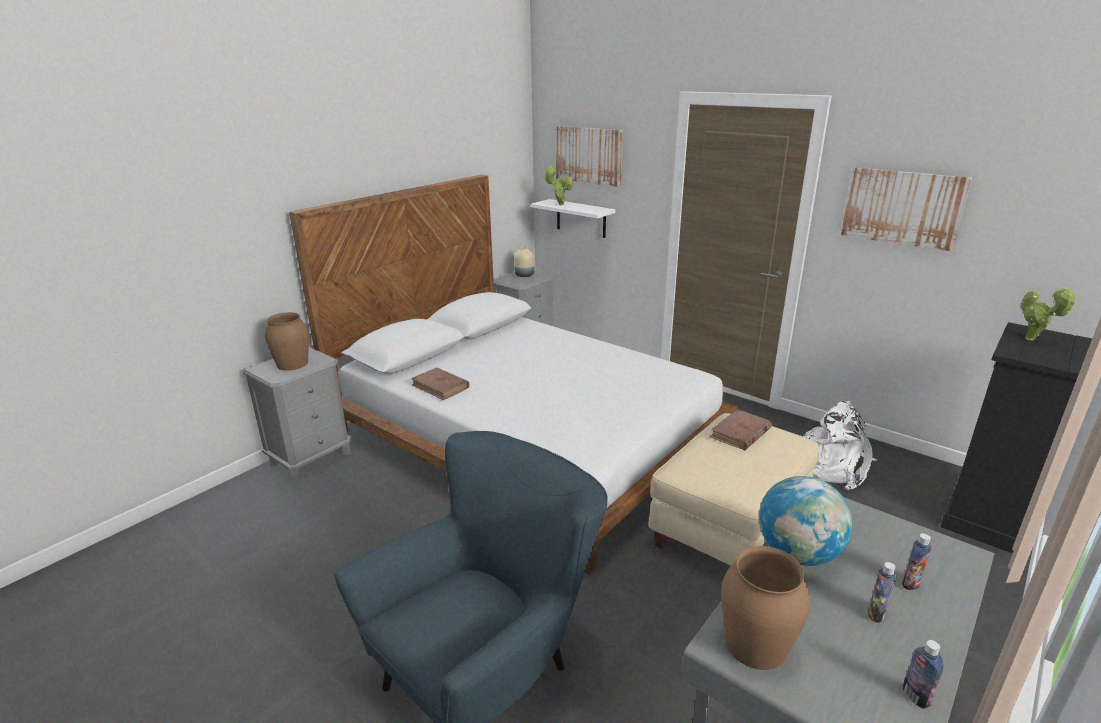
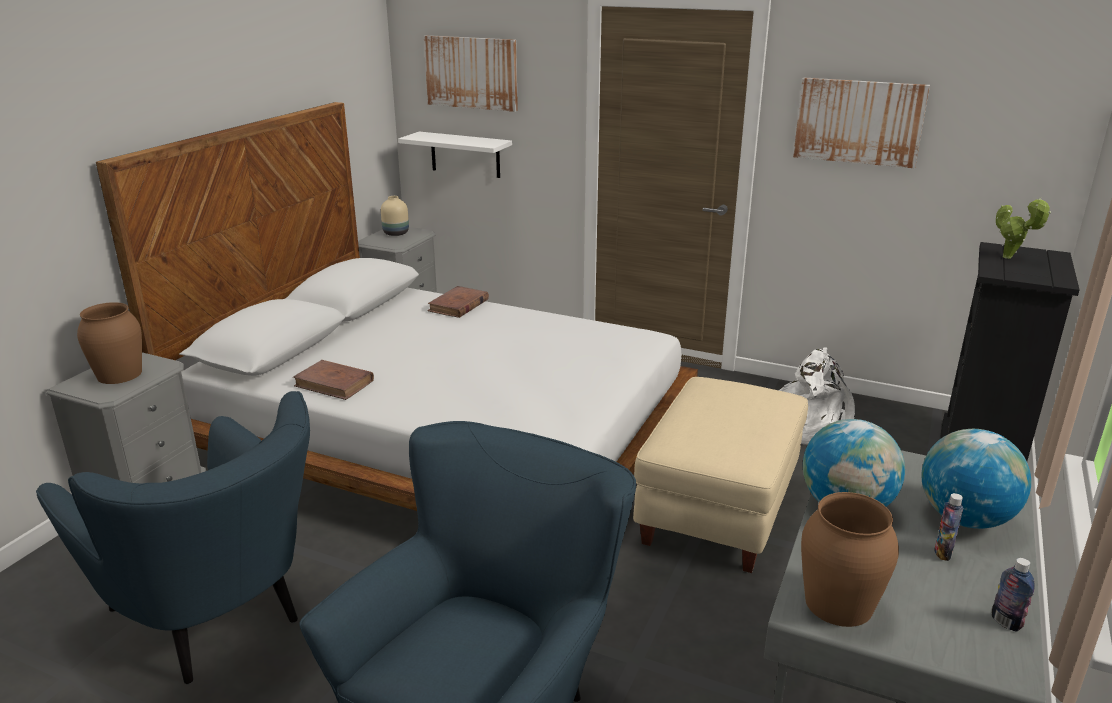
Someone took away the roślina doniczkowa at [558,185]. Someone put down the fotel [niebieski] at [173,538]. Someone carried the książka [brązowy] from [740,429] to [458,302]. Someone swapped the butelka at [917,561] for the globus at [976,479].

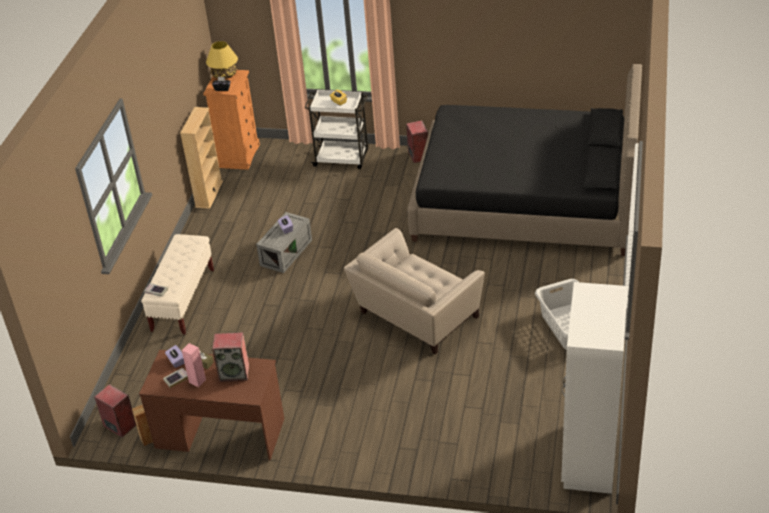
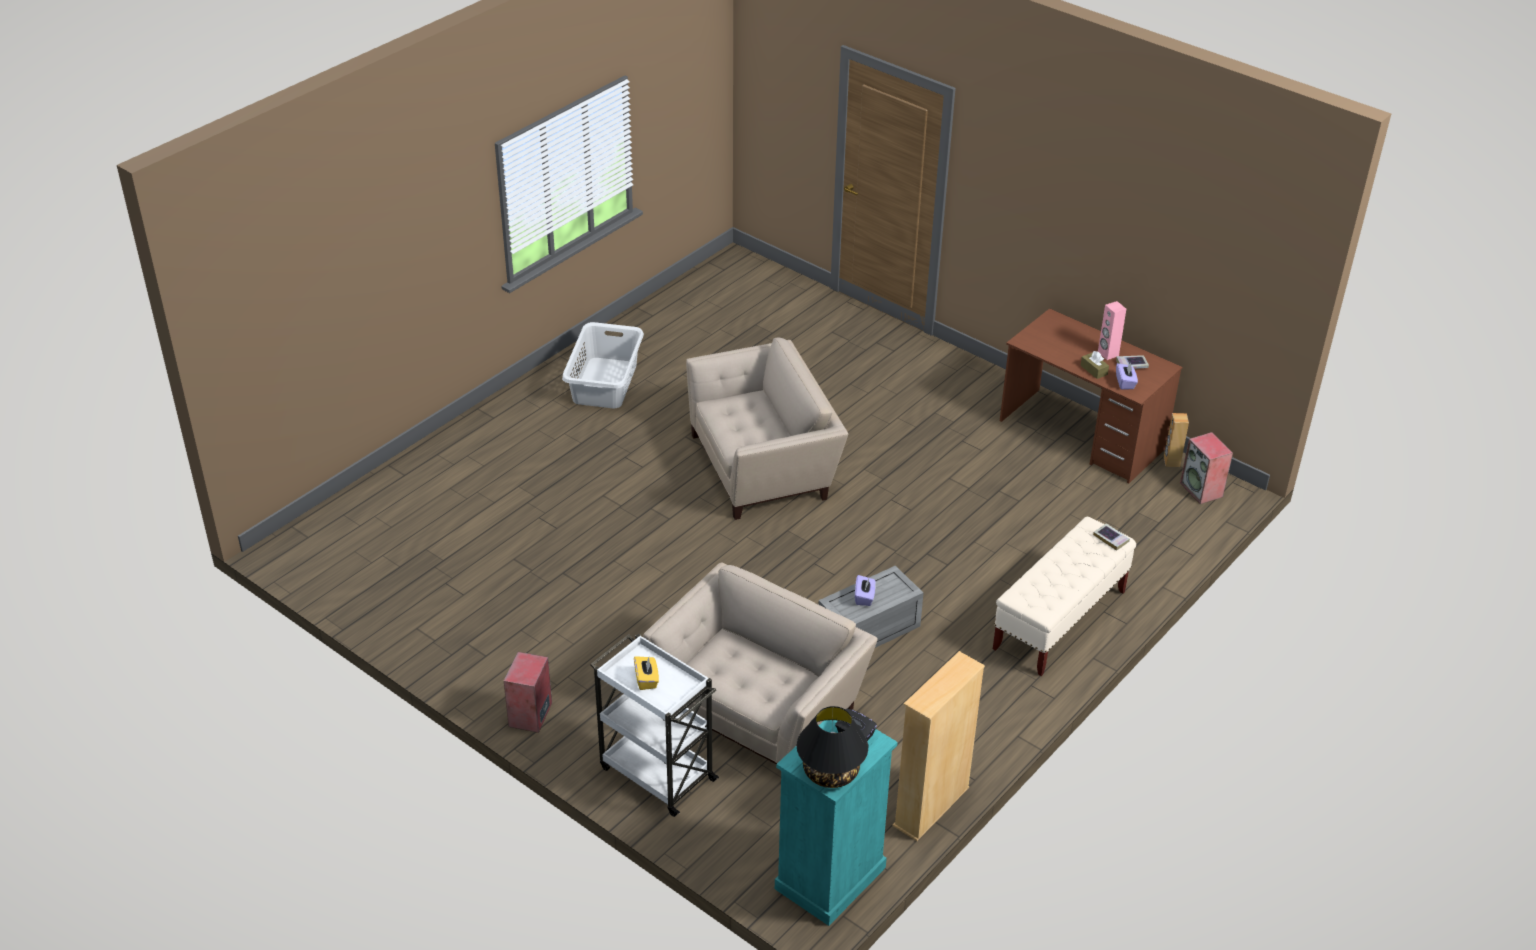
Someone took away the głośnik at [230,357]. Someone took away the łóżko [czarny] at [524,160]. Someone took away the szafa [biały] at [594,388]. Someone put down the fotel [beżowy] at [760,663]. Someone repainted the komoda [pomarańczowy] at [231,120], which became the komoda [turkusowy] at [836,823]. Someone repainted the lampa stołowa [żółty] at [222,60], which became the lampa stołowa [czarny] at [832,747].

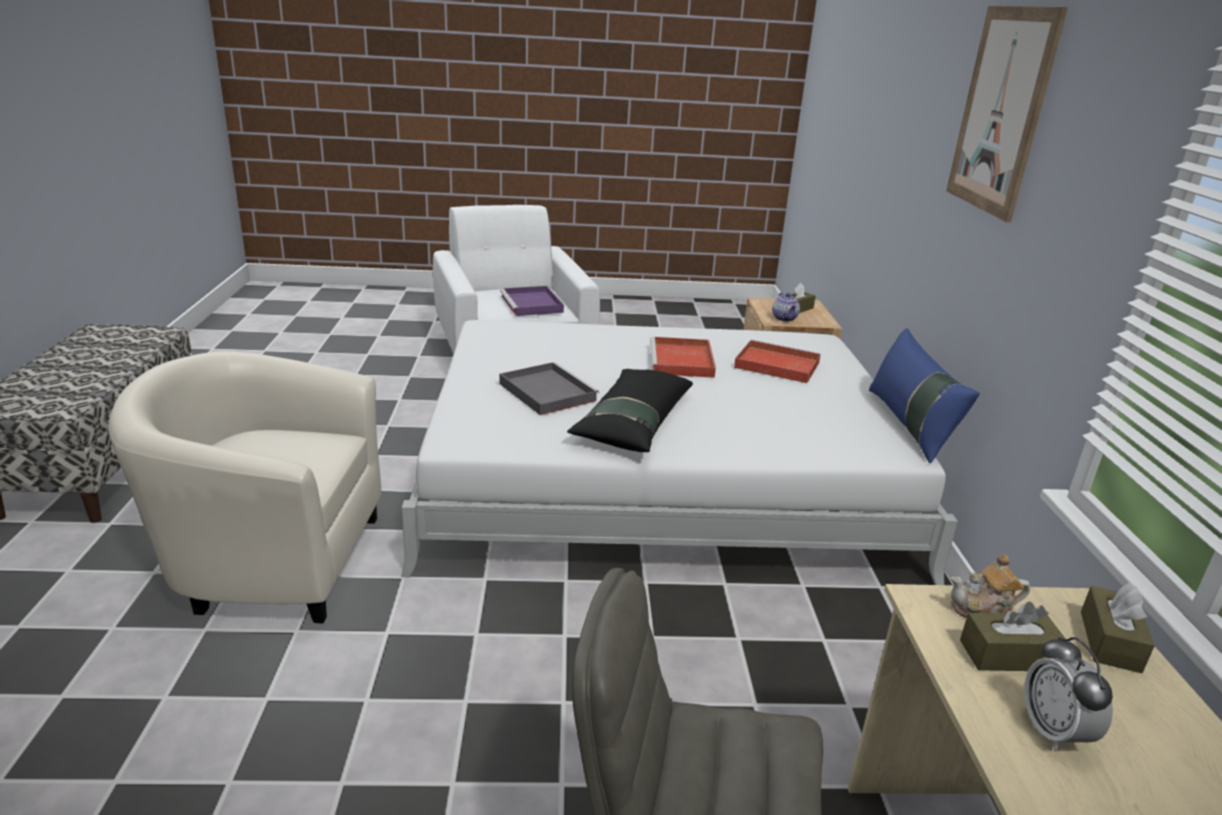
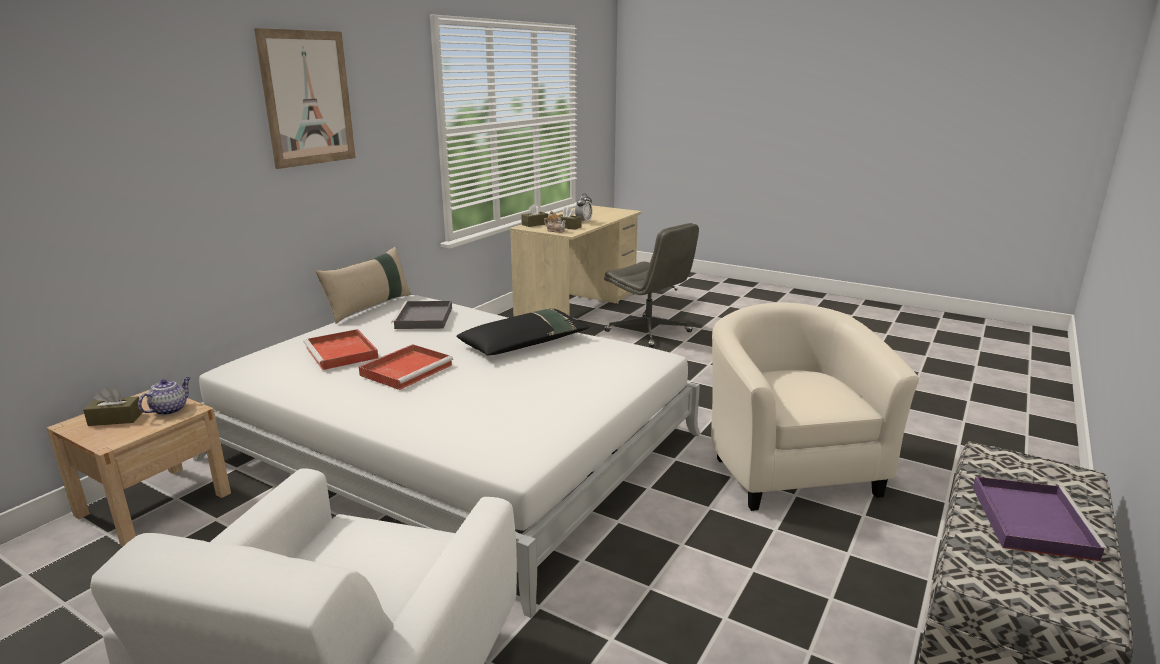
Someone carried the taca [szary] from [549,388] to [421,315]. Someone carried the taca [fioletowy] from [532,301] to [1041,518]. Someone repainted the poduszka [niebieski] at [924,395], which became the poduszka [beżowy] at [363,285]. Someone rotated the fotel [beżowy] at [244,487] by 135 degrees counterclockwise.

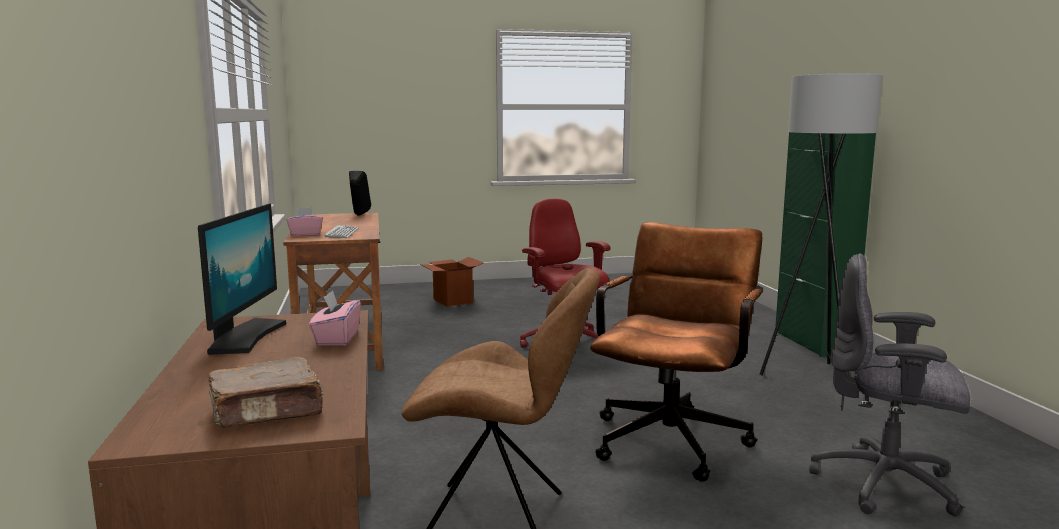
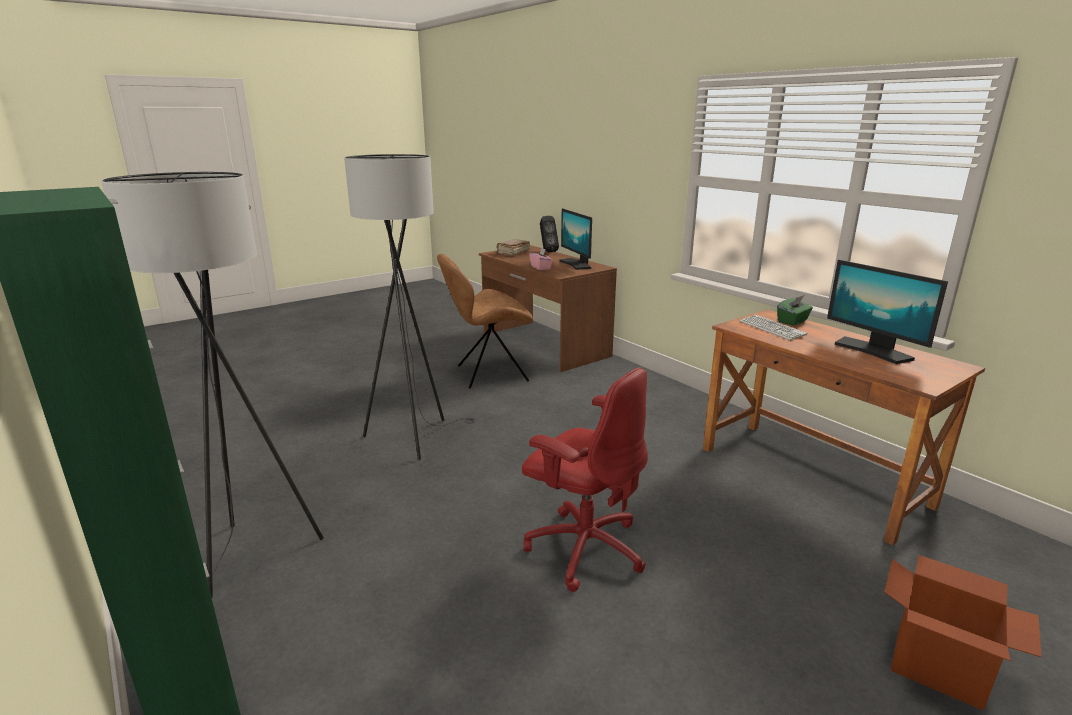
Someone took away the krzesło biurowe [szary] at [889,384]. Someone put down the monitor at [887,312]. Someone carried the głośnik [czarny] from [360,193] to [549,234]. Someone swapped the krzesło biurowe [brązowy] at [676,352] for the lampa stojąca [szary] at [410,307]. Someone repainted the pudełko chusteczek [różowy] at [305,221], which became the pudełko chusteczek [zielony] at [795,310].

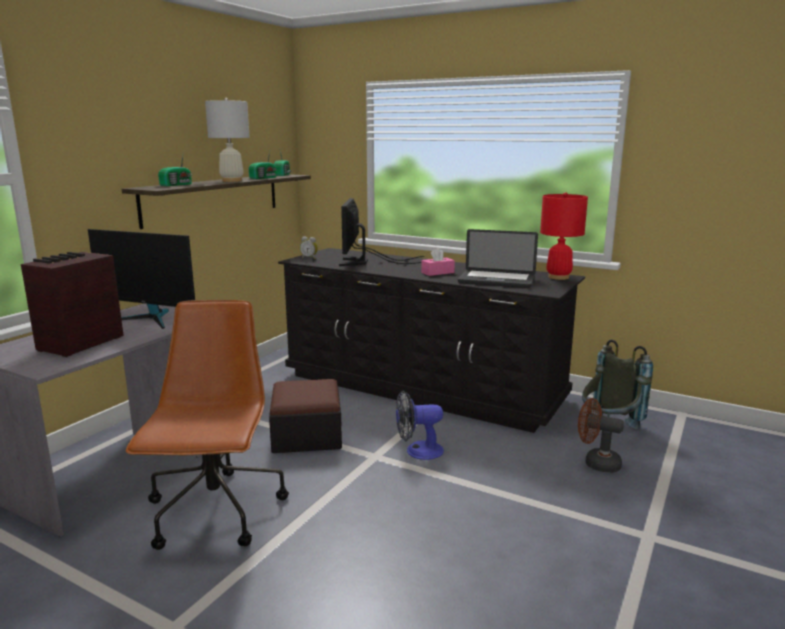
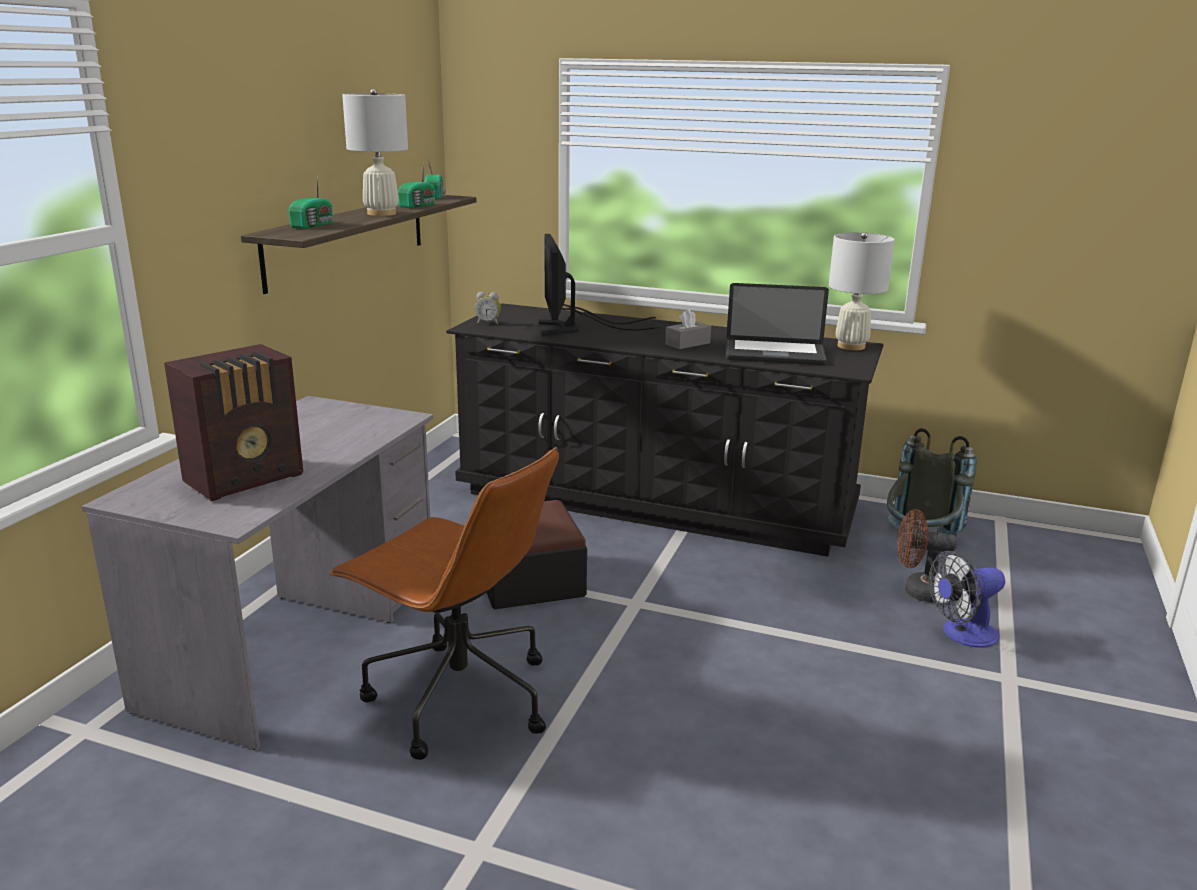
Someone took away the monitor at [141,279]. Someone carried the wentylator from [420,425] to [967,599]. Someone repainted the pudełko chusteczek [różowy] at [438,262], which became the pudełko chusteczek [szary] at [688,329]. Someone repainted the lampa stołowa [czerwony] at [564,236], which became the lampa stołowa [biały] at [862,291]. Someone rotated the radio at [72,304] by 150 degrees counterclockwise. Someone rotated the krzesło biurowe [brązowy] at [207,425] by 135 degrees clockwise.

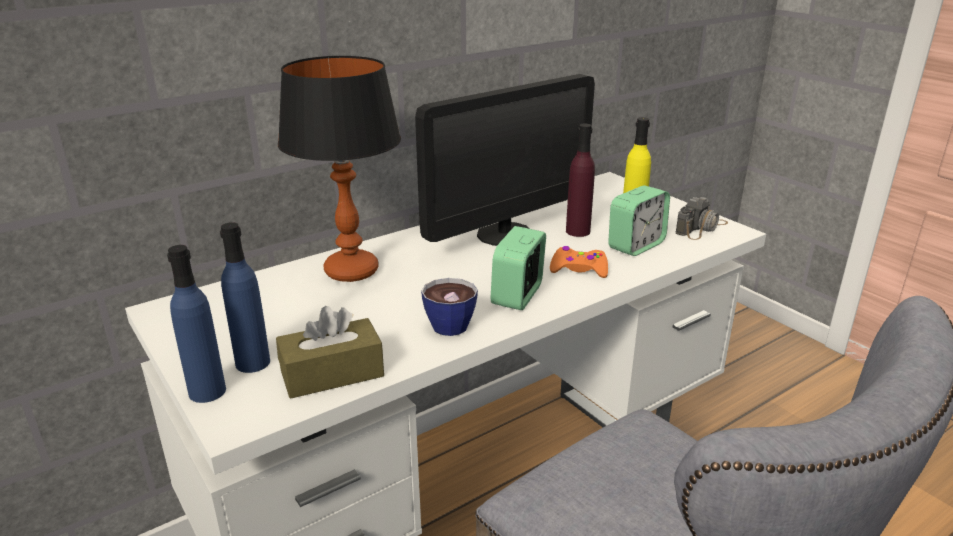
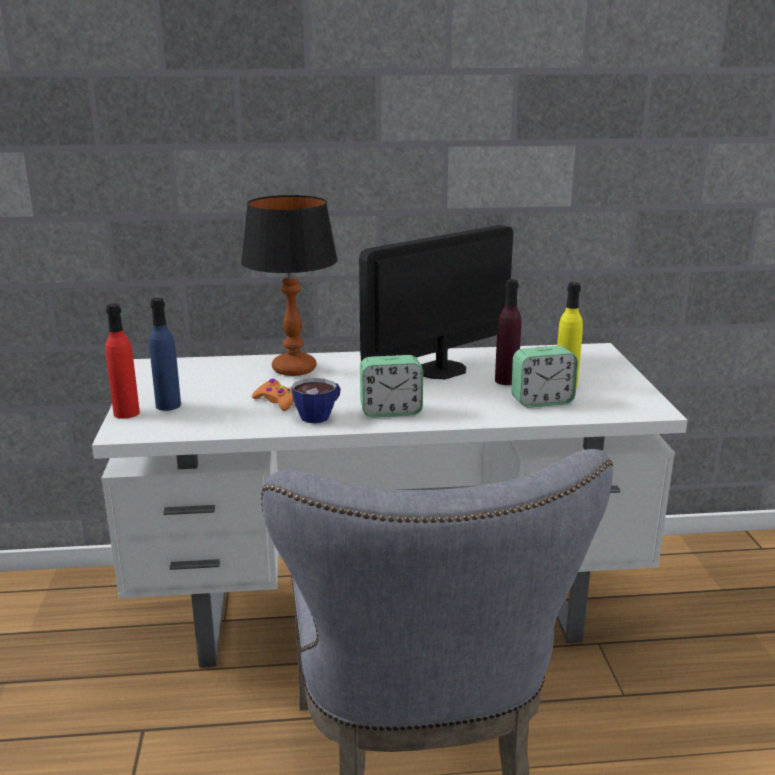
Someone took away the pudełko chusteczek [brązowy] at [330,352]. Someone took away the aparat fotograficzny at [702,218]. Someone carried the pad do gier [pomarańczowy] from [579,262] to [273,395]. Someone repainted the butelka [niebieski] at [196,324], which became the butelka [czerwony] at [122,361]. Someone rotated the monitor at [505,160] by 150 degrees clockwise. Someone rotated the budzik at [518,268] by 150 degrees counterclockwise.

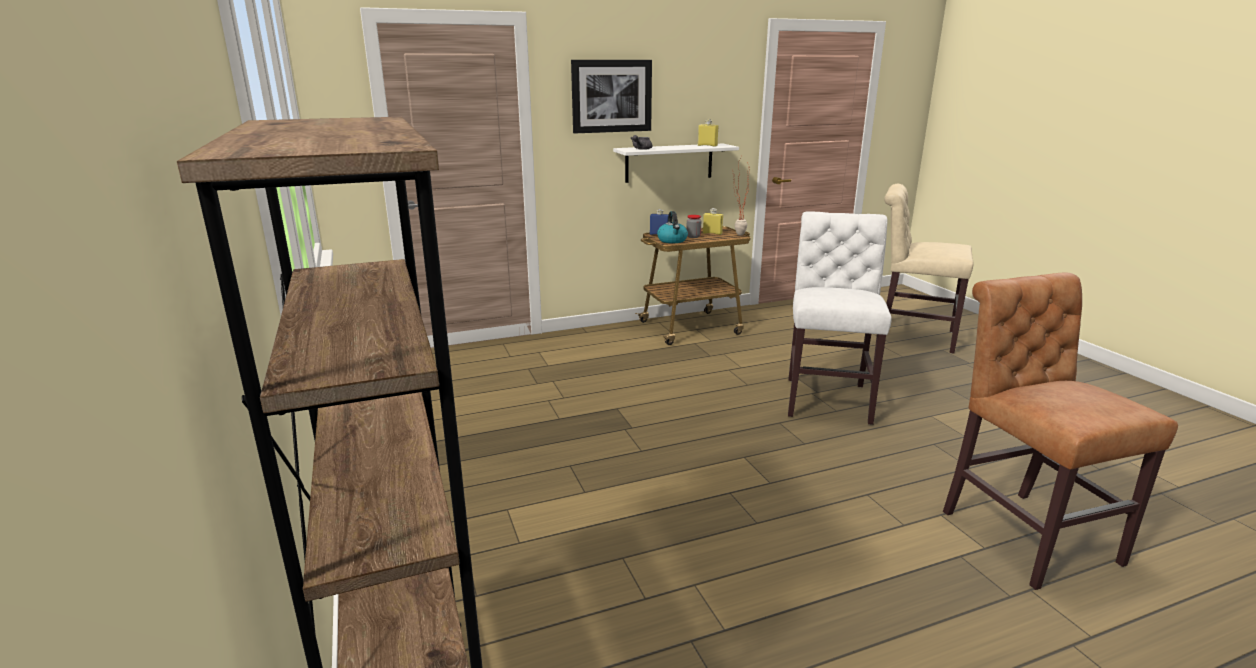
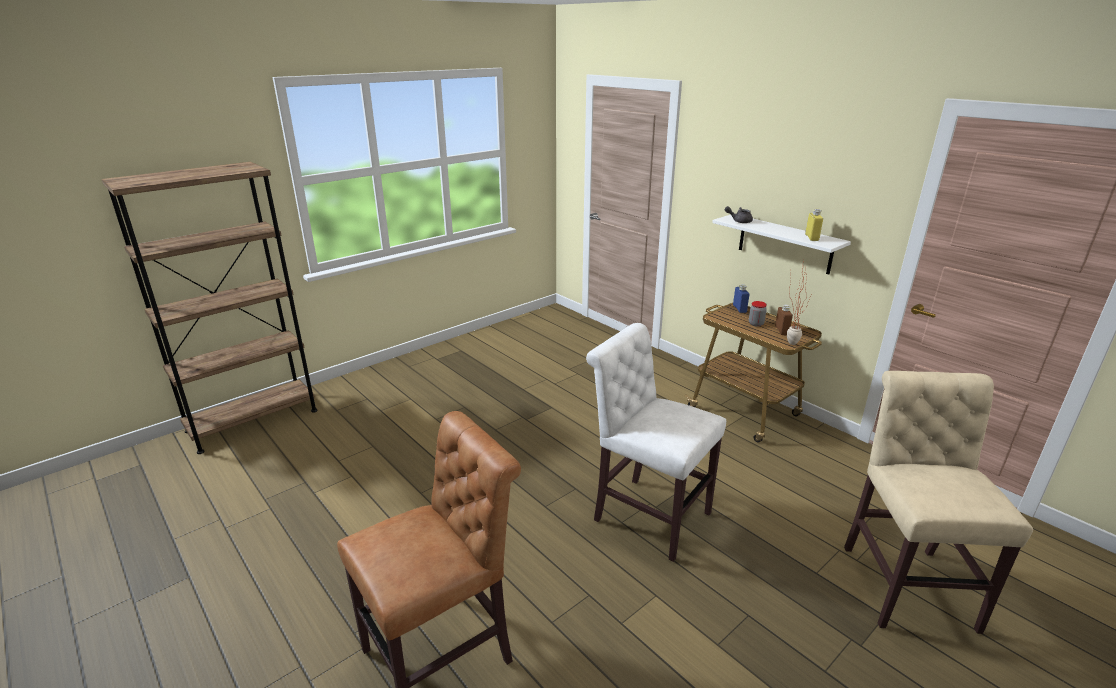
Someone took away the obraz at [611,96]. Someone took away the czajnik at [672,227]. Someone repainted the butelka [żółty] at [713,221], which became the butelka [brązowy] at [784,320]. Someone rotated the krzesło [biały] at [840,318] by 135 degrees counterclockwise.

